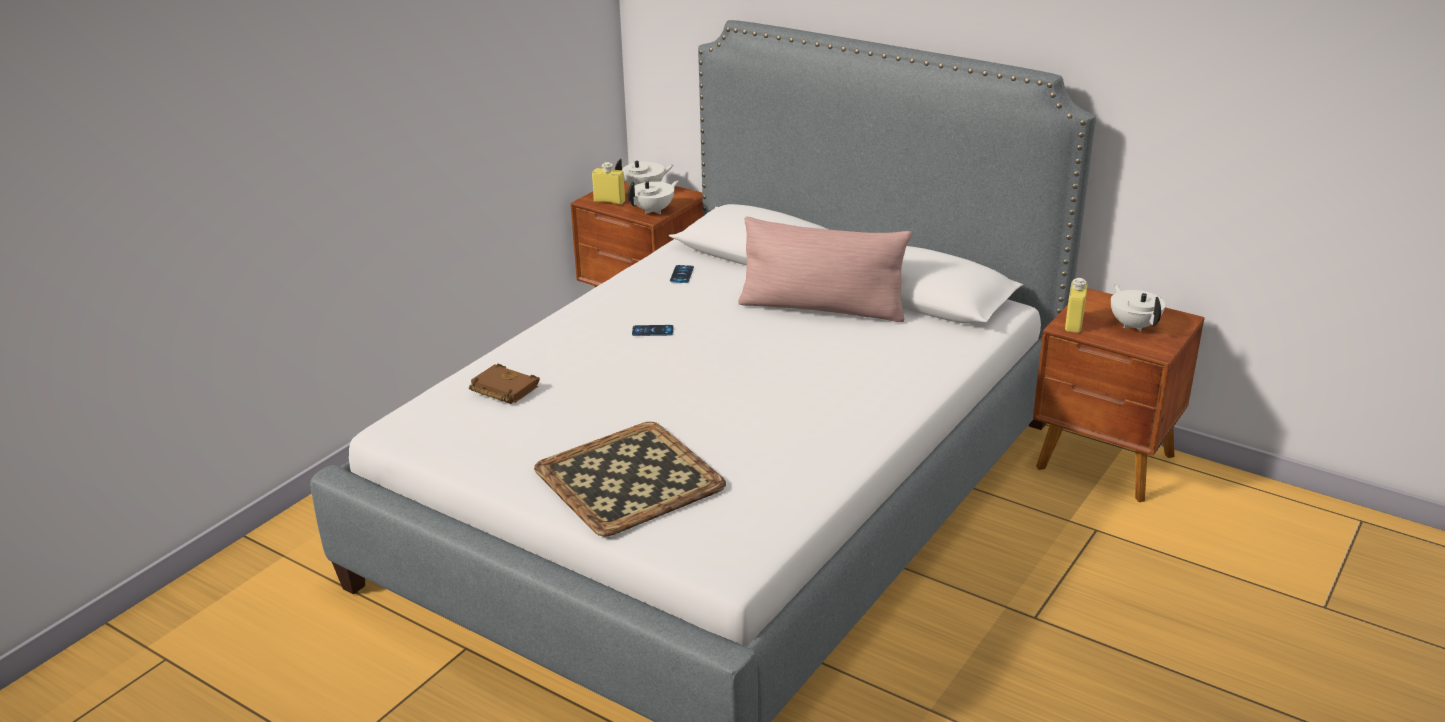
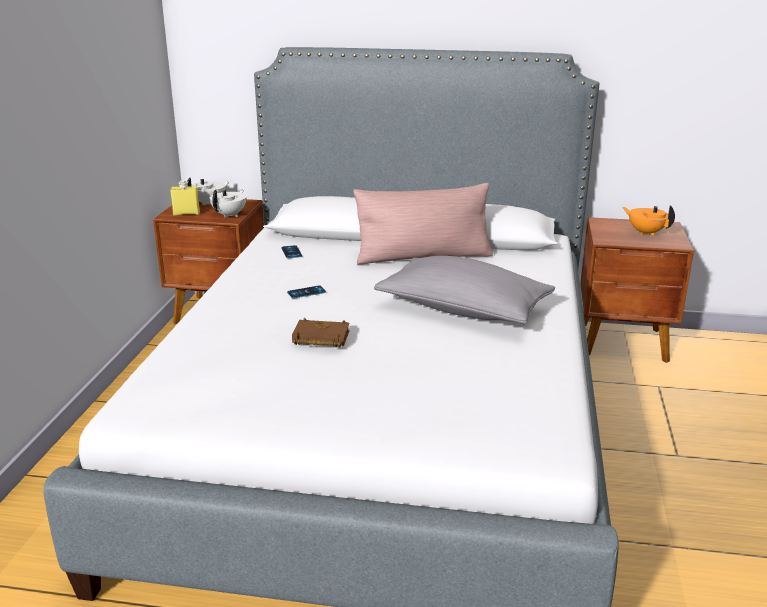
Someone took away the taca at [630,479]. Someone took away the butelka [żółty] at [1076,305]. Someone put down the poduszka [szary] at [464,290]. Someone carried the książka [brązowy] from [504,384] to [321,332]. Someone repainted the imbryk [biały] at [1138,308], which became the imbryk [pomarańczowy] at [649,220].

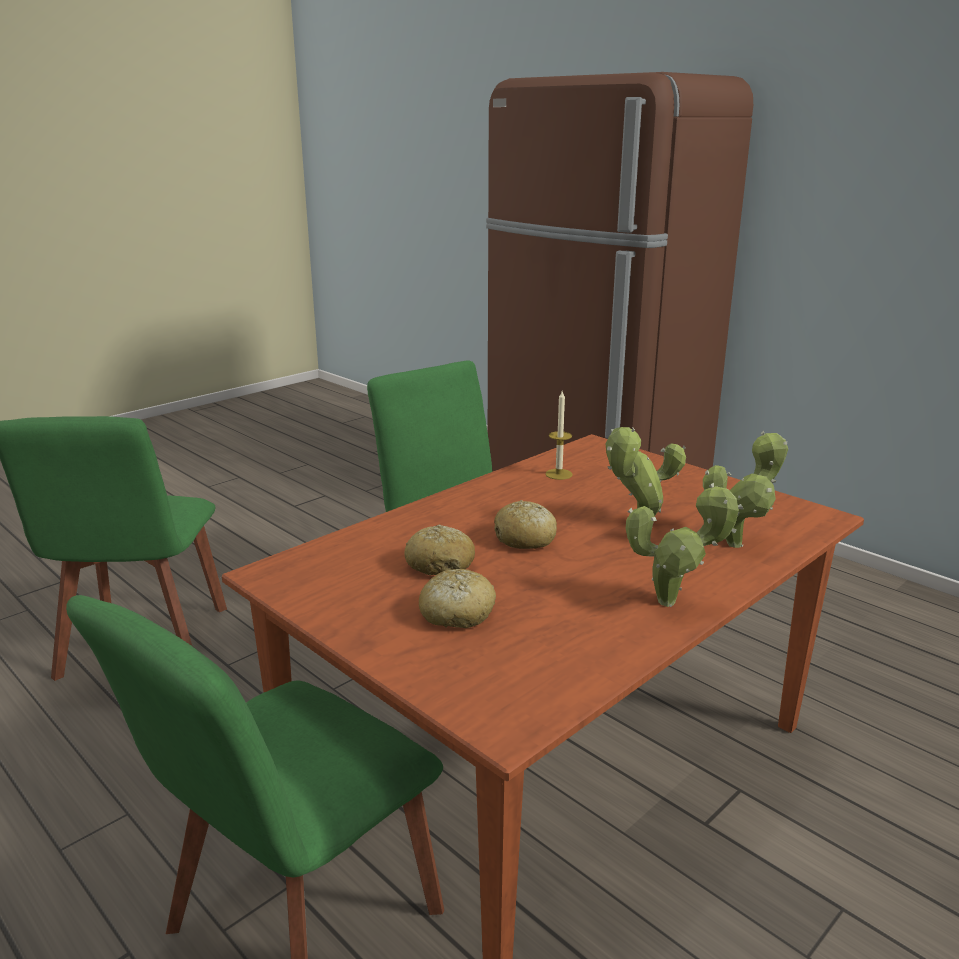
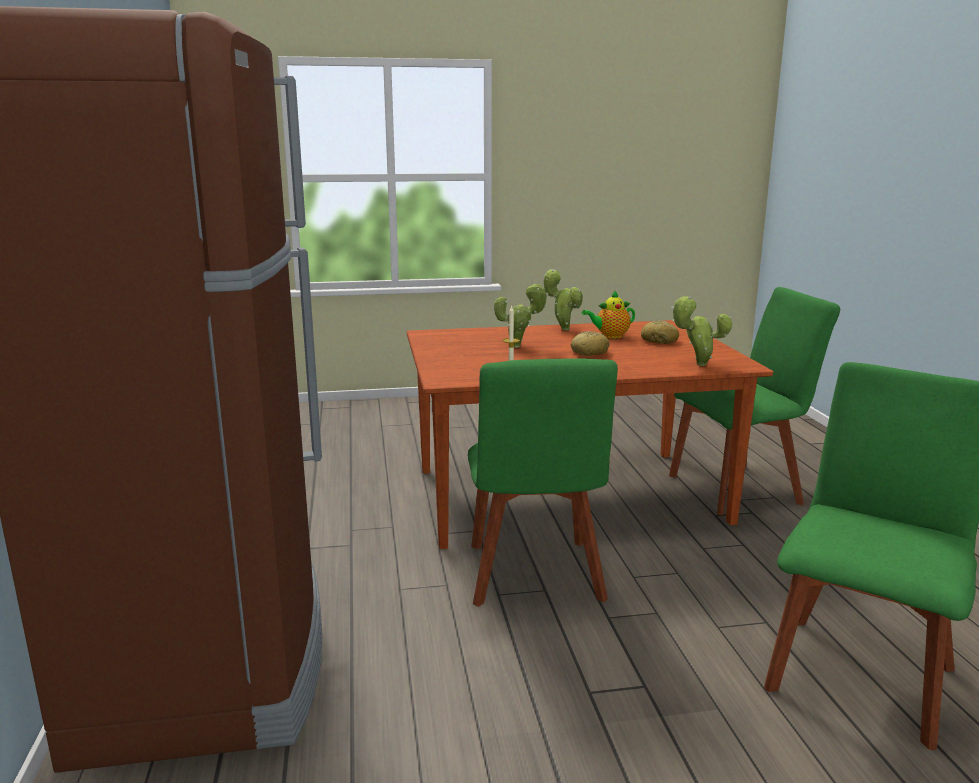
Someone took away the chleb at [439,550]. Someone put down the imbryk at [608,314]. Someone carried the roślina doniczkowa from [745,489] to [701,331].

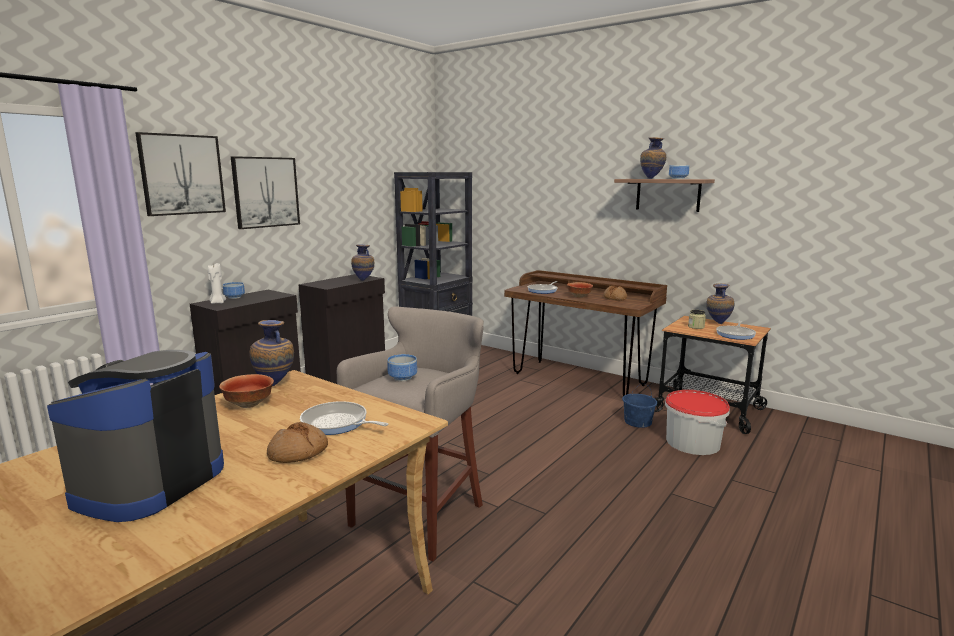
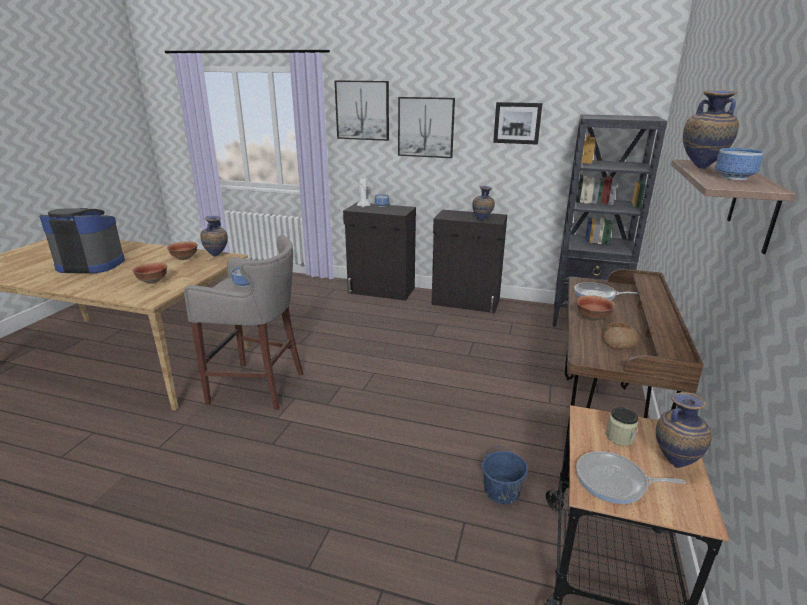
Someone took away the chleb at [297,442]. Someone took away the wiadro at [697,422]. Someone put up the obraz at [517,123]. Someone swapped the patelnia at [344,418] for the miska at [149,273].

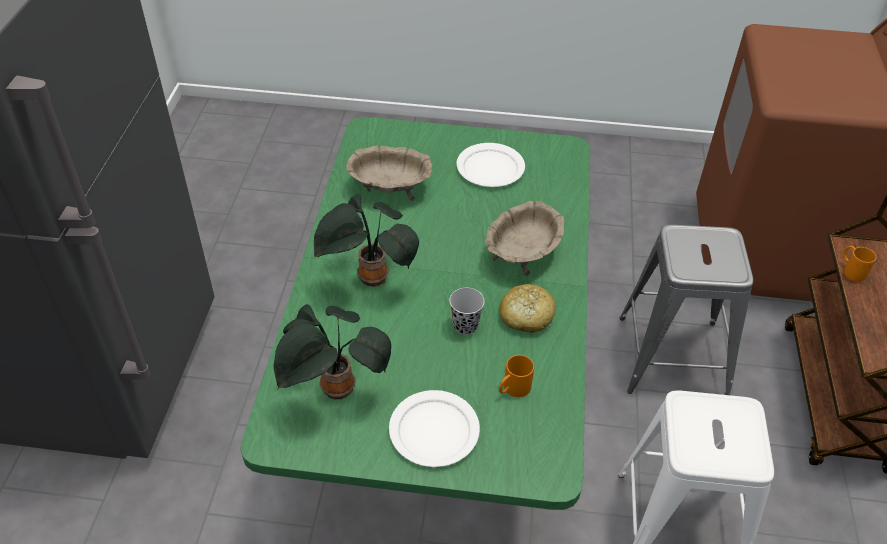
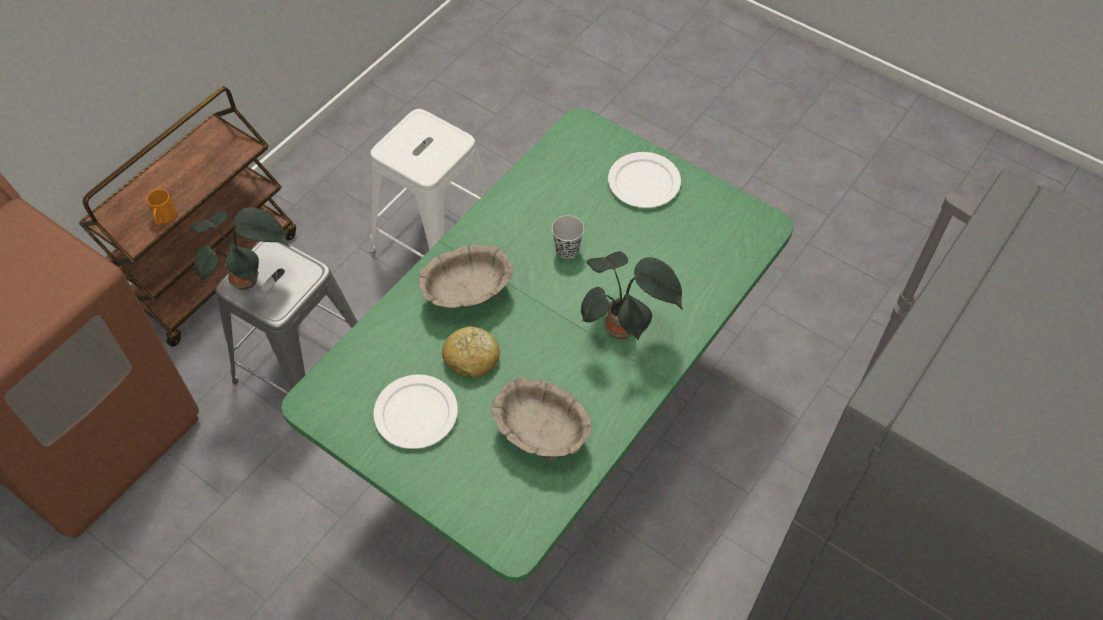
Someone took away the kubek [pomarańczowy] at [516,376]. Someone carried the roślina doniczkowa from [332,352] to [241,248]. Someone carried the chleb from [528,308] to [471,351].

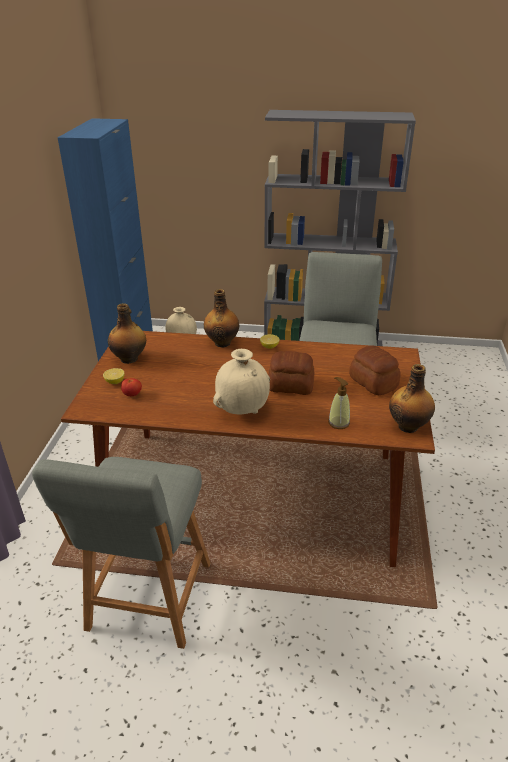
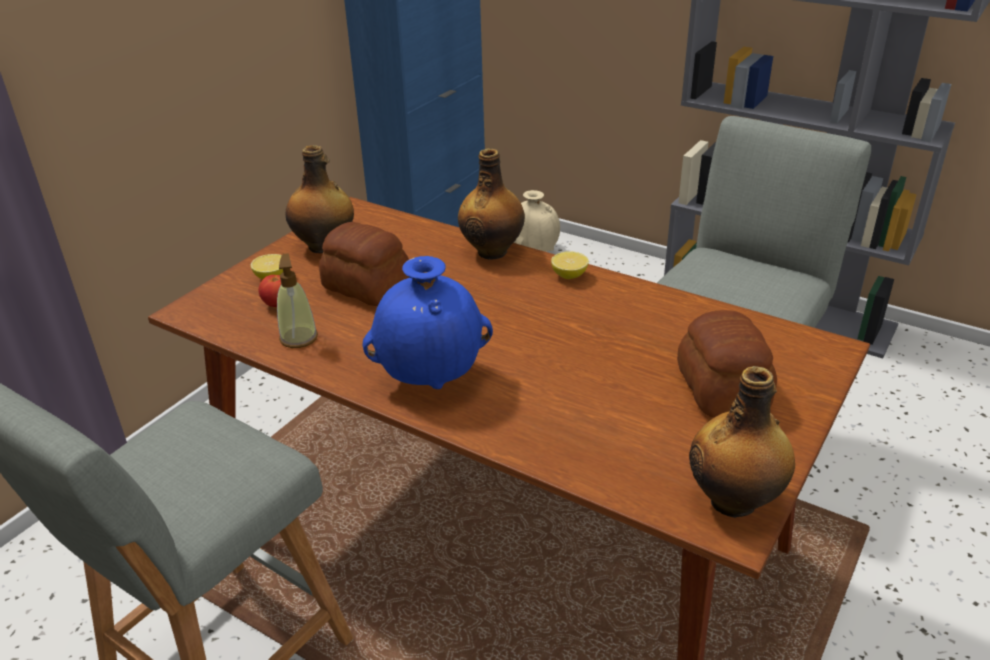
Someone carried the chleb from [291,373] to [364,264]. Someone carried the dozownik mydła from [339,403] to [297,300]. Someone repainted the wazon [beżowy] at [241,381], which became the wazon [niebieski] at [427,322].

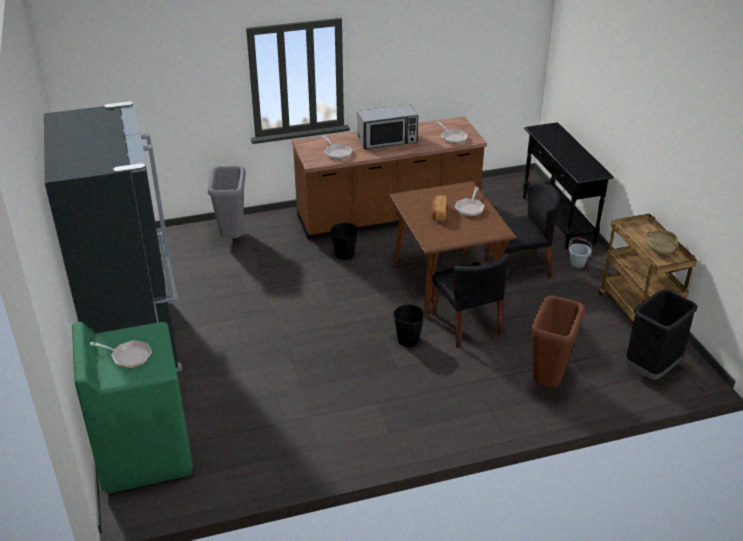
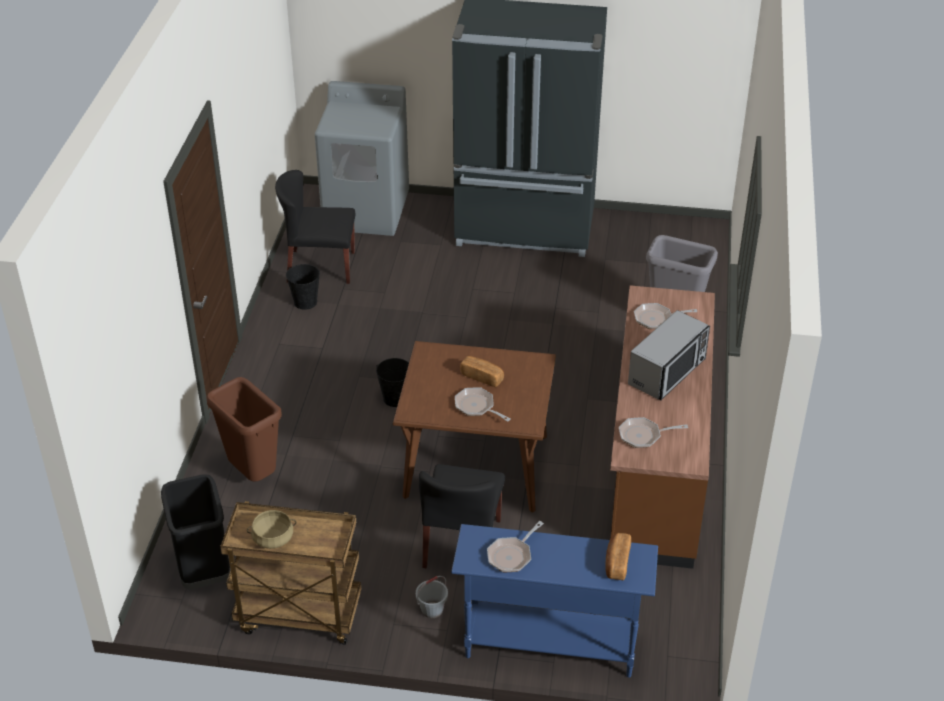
Someone put down the chleb at [618,556]. Someone carried the patelnia from [120,354] to [515,546]. Someone carried the wiadro [czarny] from [344,240] to [303,287]. Someone carried the krzesło [czarny] from [470,301] to [315,227]. Someone repainted the pralka [zielony] at [132,408], which became the pralka [szary] at [362,158]. Someone repainted the stolik konsolowy [czarny] at [568,185], which became the stolik konsolowy [niebieski] at [554,600]. Someone rotated the mikrofalówka at [387,127] by 150 degrees counterclockwise.

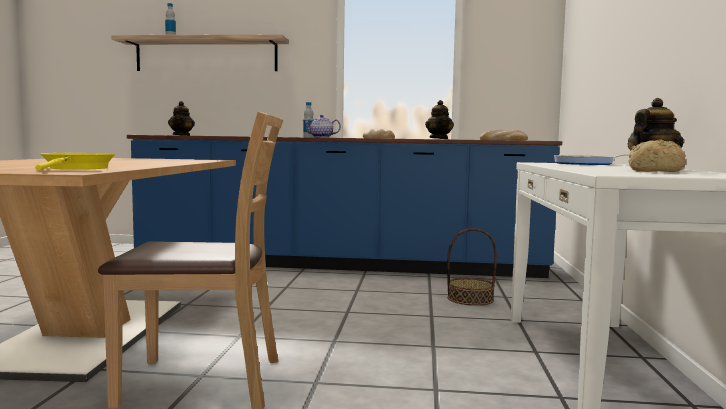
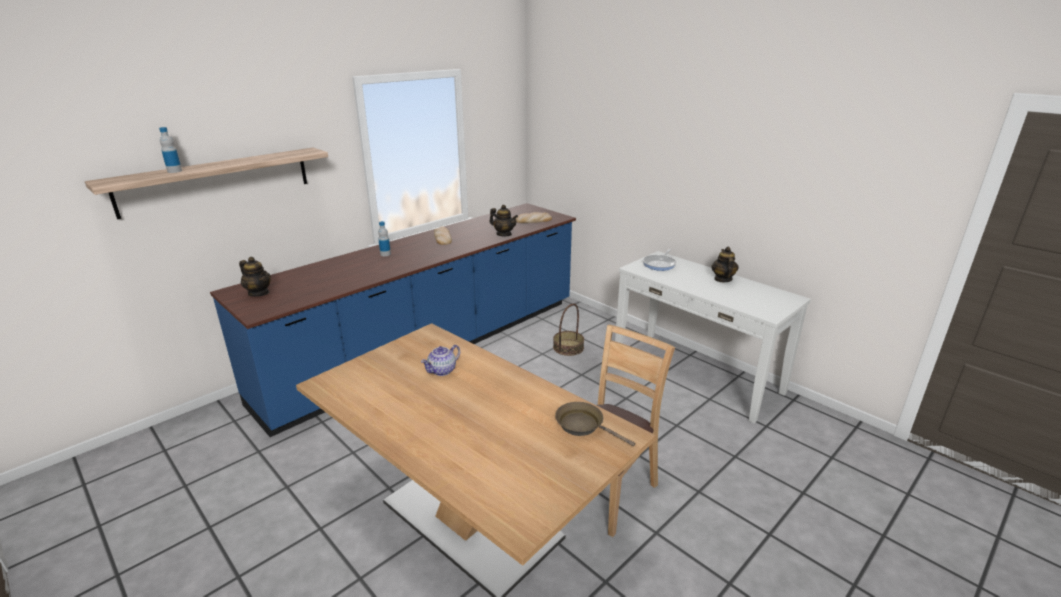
Someone took away the chleb at [657,156]. Someone carried the imbryk from [322,126] to [440,360]. Someone repainted the patelnia [żółty] at [75,162], which became the patelnia [brązowy] at [595,424].

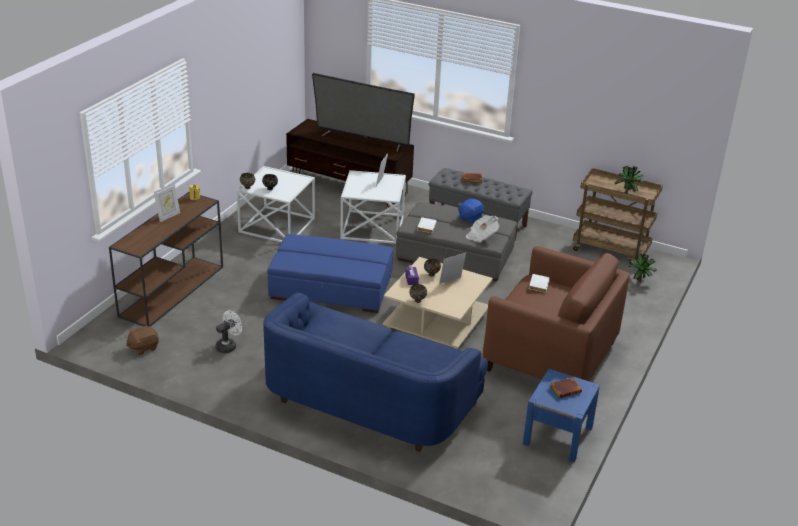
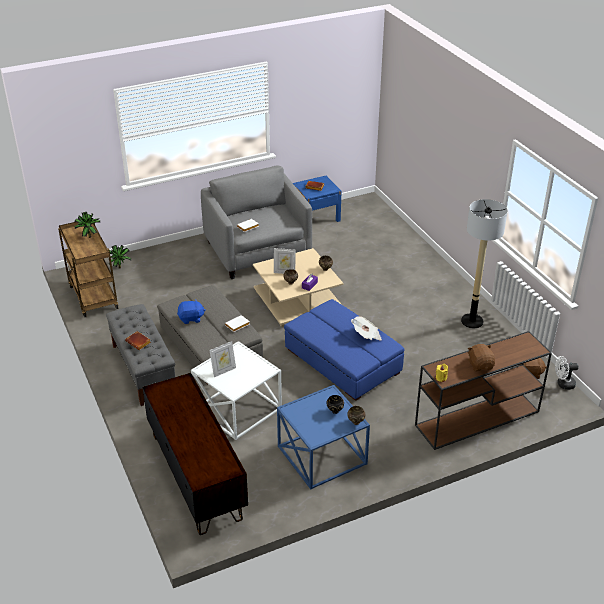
Someone took away the kanapa [niebieski] at [375,372]. Someone took away the telewizor at [363,112]. Someone put down the lampa stojąca at [484,263]. Someone carried the wentylator [biały] from [228,331] to [567,373]. Someone carried the gazeta from [482,228] to [366,328]. Someone swapped the ramka na zdjęcie at [167,202] for the pluszak [brązowy] at [481,357]. Someone repainted the stolik [biały] at [275,204], which became the stolik [niebieski] at [323,437]. Someone repainted the fotel [brązowy] at [556,313], which became the fotel [szary] at [256,222].

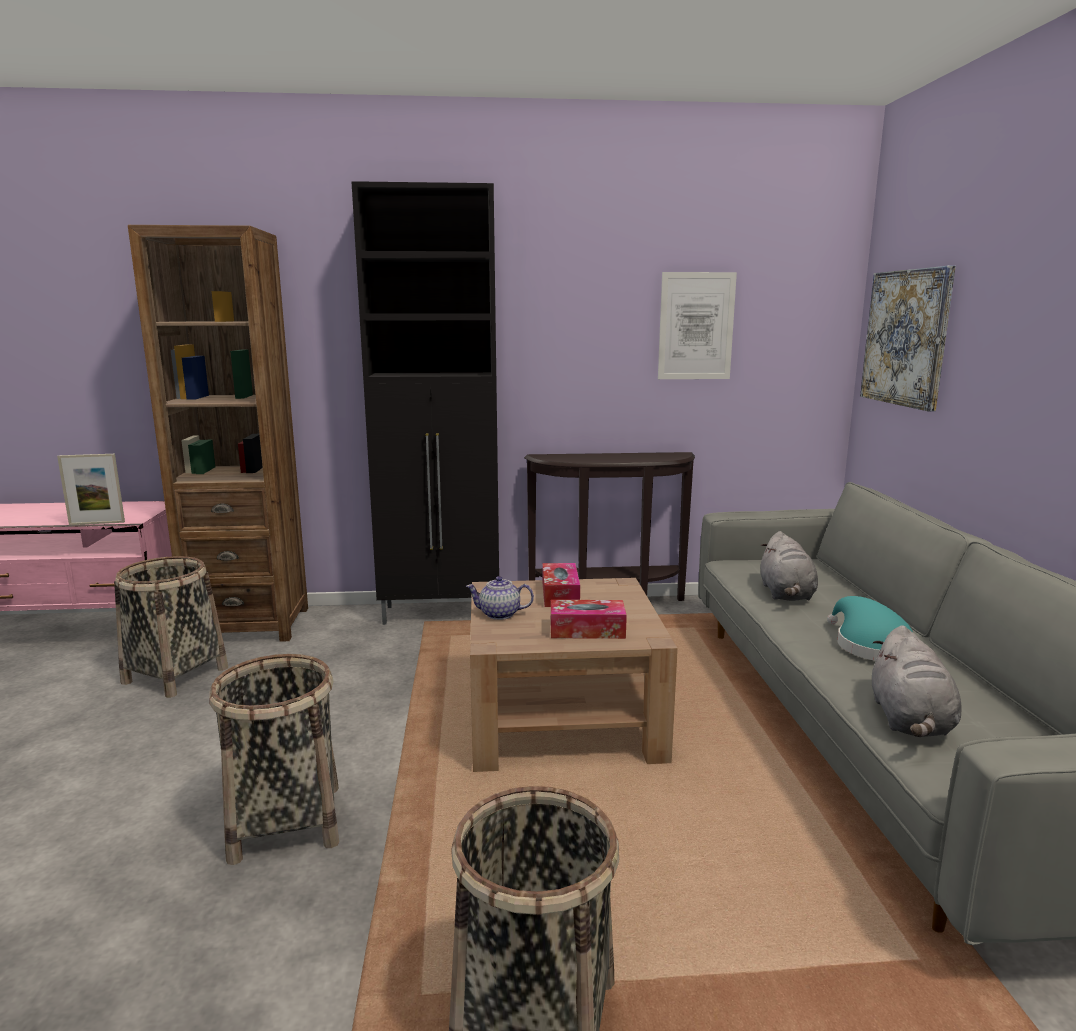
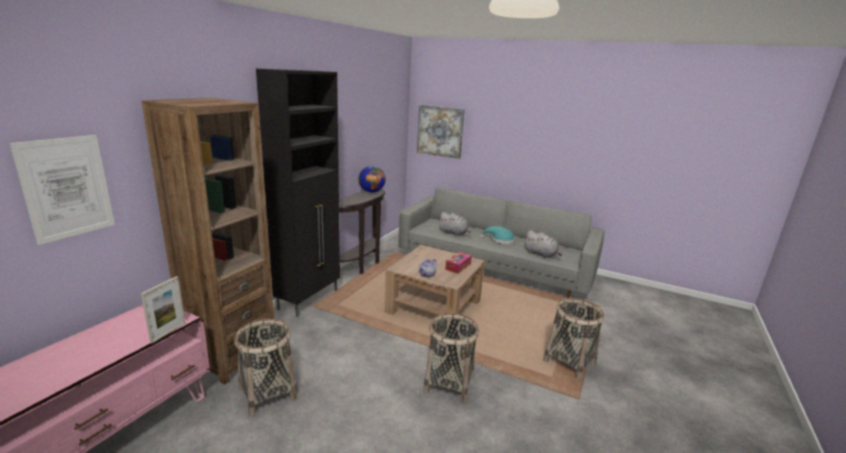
Someone took away the pudełko chusteczek at [561,585]. Someone put down the globus at [372,179]. Someone carried the obraz from [697,325] to [62,190].

